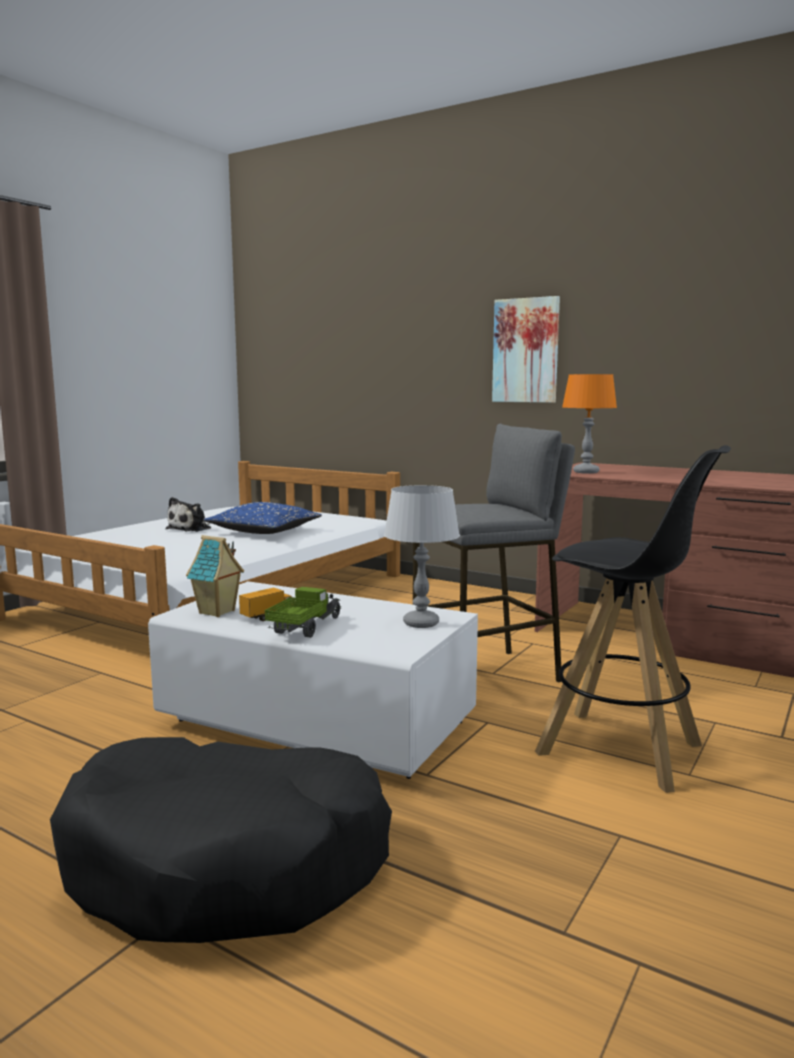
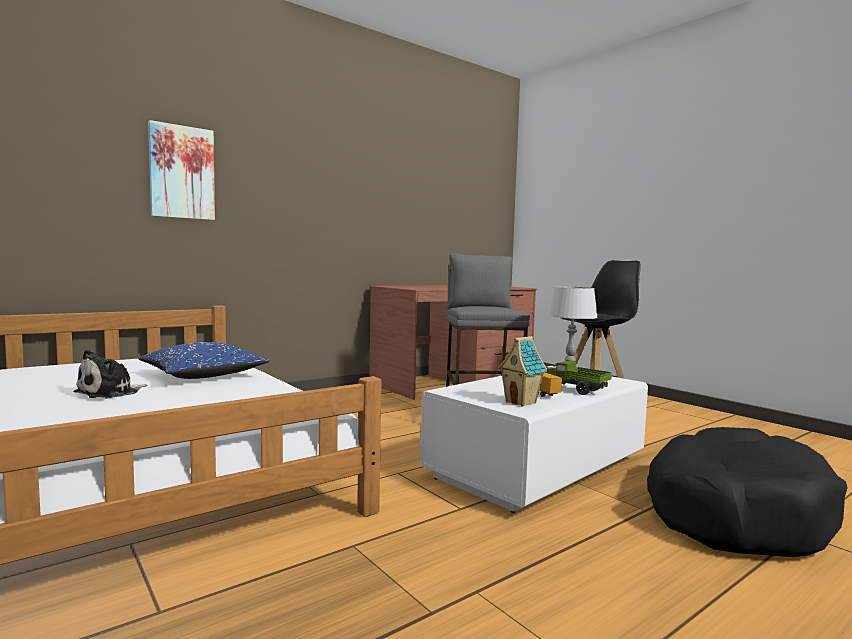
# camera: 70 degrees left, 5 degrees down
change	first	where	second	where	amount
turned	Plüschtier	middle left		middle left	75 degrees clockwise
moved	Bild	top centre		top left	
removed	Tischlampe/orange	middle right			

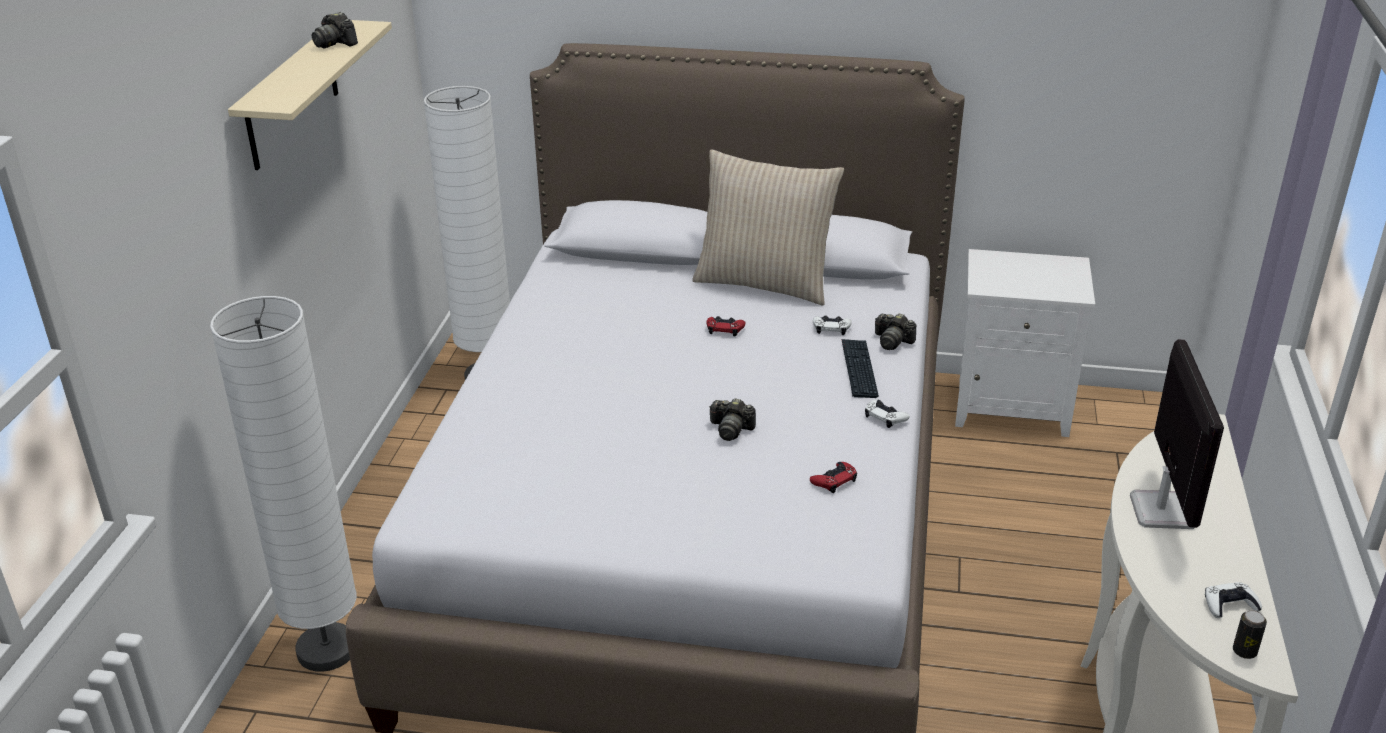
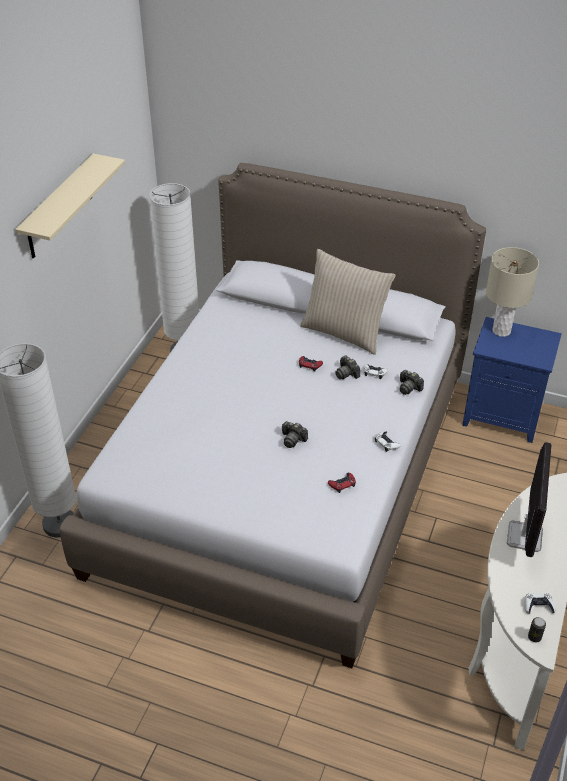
# camera: 10 degrees right, 10 degrees up
change	first	where	second	where	amount
moved	Kamera (1st from left in the first image)	top left	Kamera (2nd from left)	centre	
removed	Tastatur	centre			
recoloured	Nachttisch/weiß	middle right	Nachttisch/blau	middle right	
added			Tischlampe/beige	middle right	

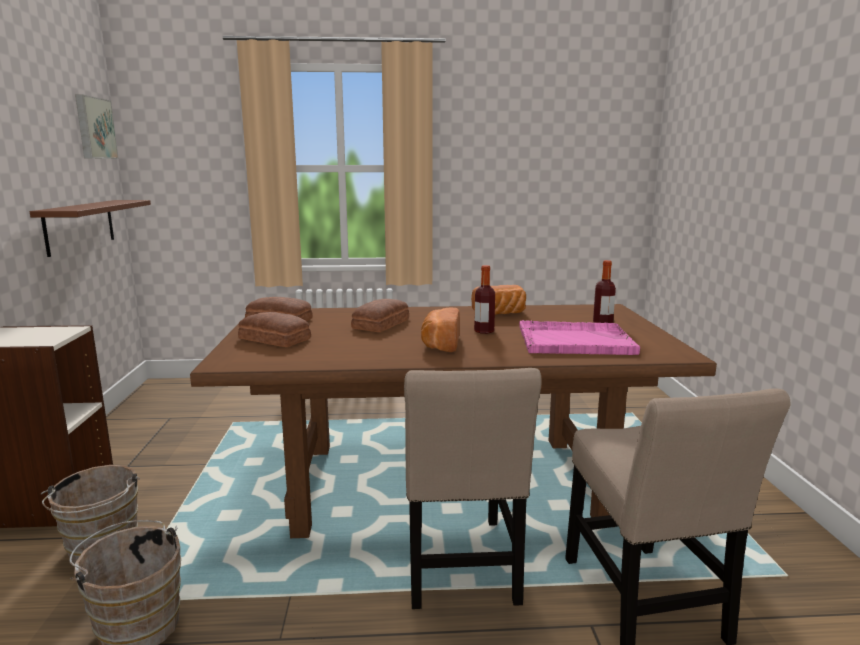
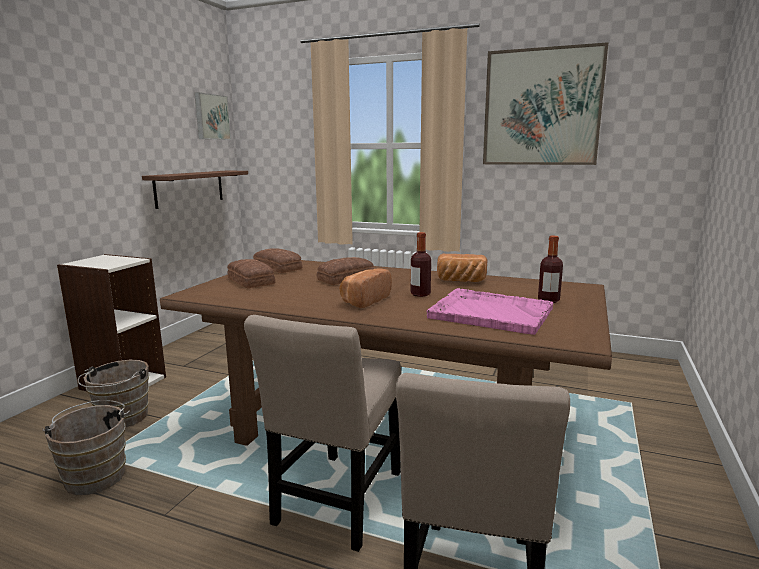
# camera: 25 degrees right, 0 degrees up
change	first	where	second	where	amount
added			Bild (2nd from left)	top right	

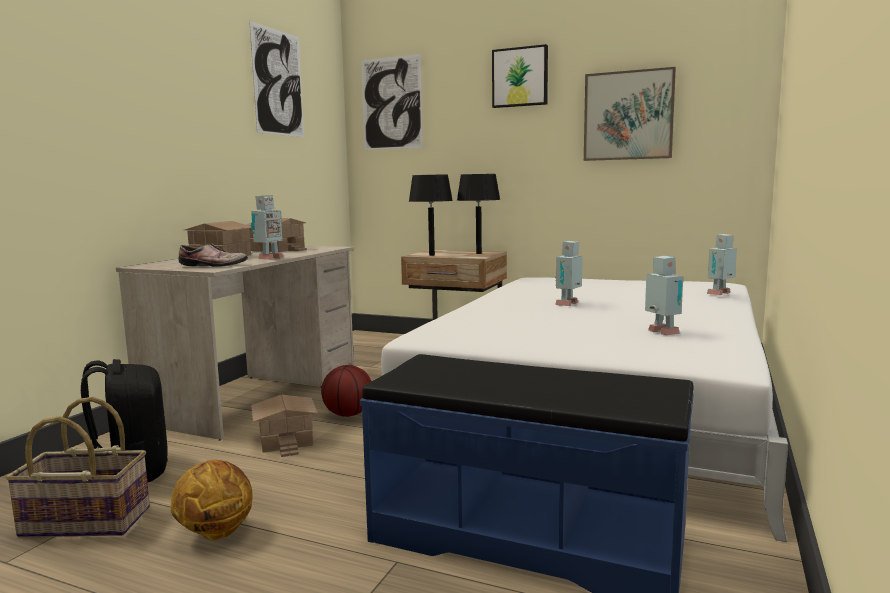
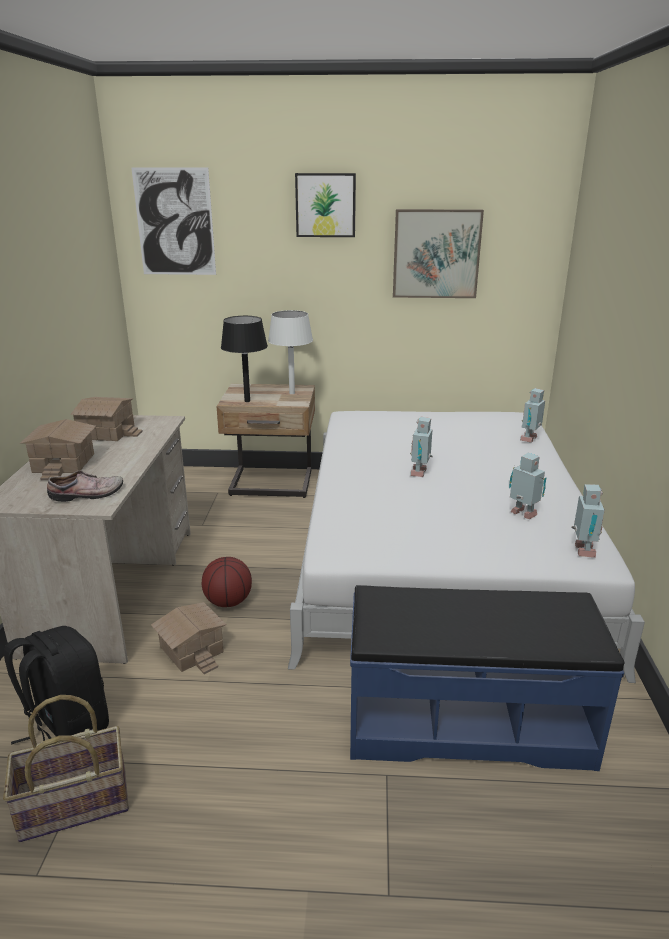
# camera: 20 degrees left, 15 degrees up
change	first	where	second	where	amount
removed	Basketball (1st from left)	bottom left			
removed	Bild (1st from left)	top left			
moved	Spielzeugroboter (1st from left in the first image)	middle left	Spielzeugroboter (4th from left)	middle right	
recoloured	Tischlampe/schwarz (2nd from left)	centre	Tischlampe/weiß	centre	

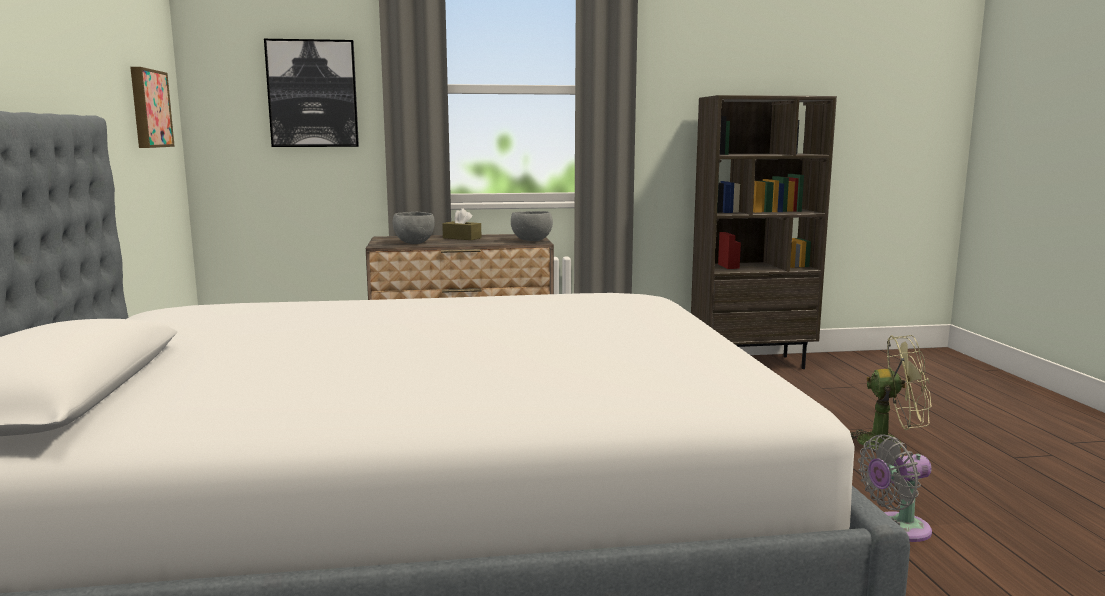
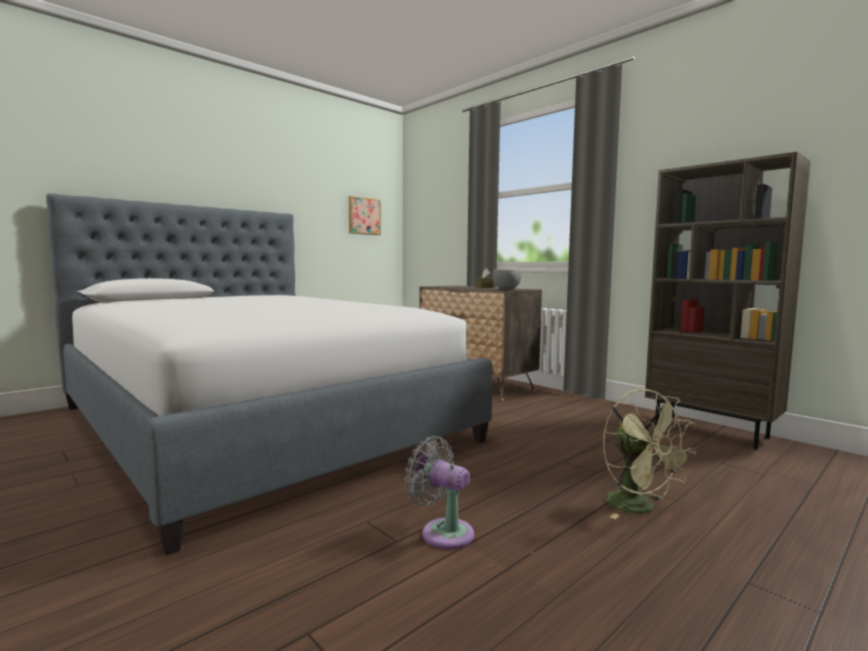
# camera: 55 degrees right, 5 degrees down
change	first	where	second	where	amount
removed	Bild (2nd from left)	top left			
removed	Schüssel/grau (1st from left)	centre			

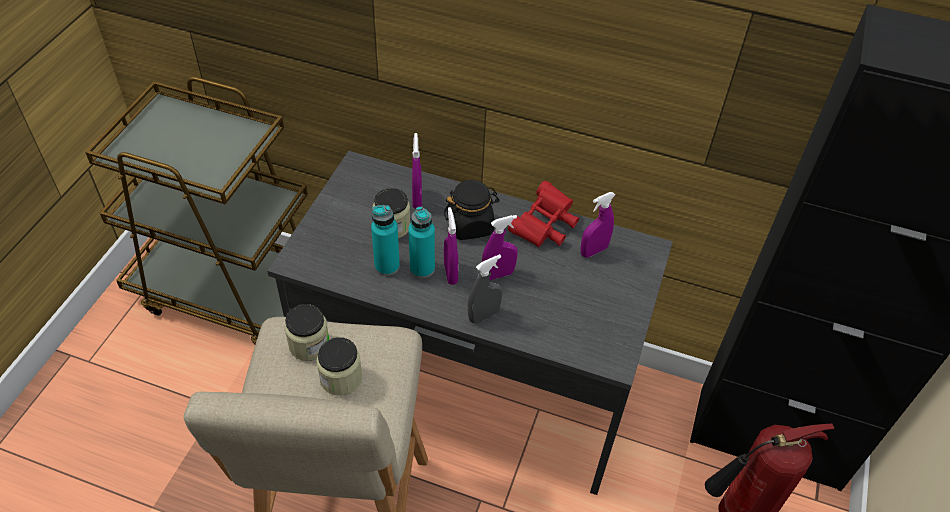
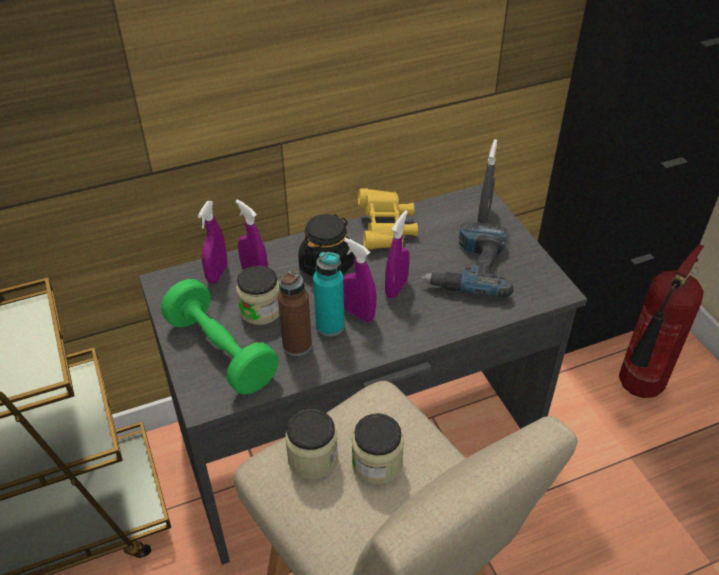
# camera: 40 degrees left, 5 degrees down
change	first	where	second	where	amount
recoloured	Flasche/türkis (1st from left)	centre	Flasche/braun	centre	
moved	Sprühflasche/grau	centre		top right	
recoloured	Fernglas/rot	centre	Fernglas/gelb	centre	
moved	Sprühflasche/lila (4th from left in the first image)	centre	Sprühflasche/lila (1st from left)	middle left	
added			Hantel/grün	middle left	
added			Bohrmaschine	centre	

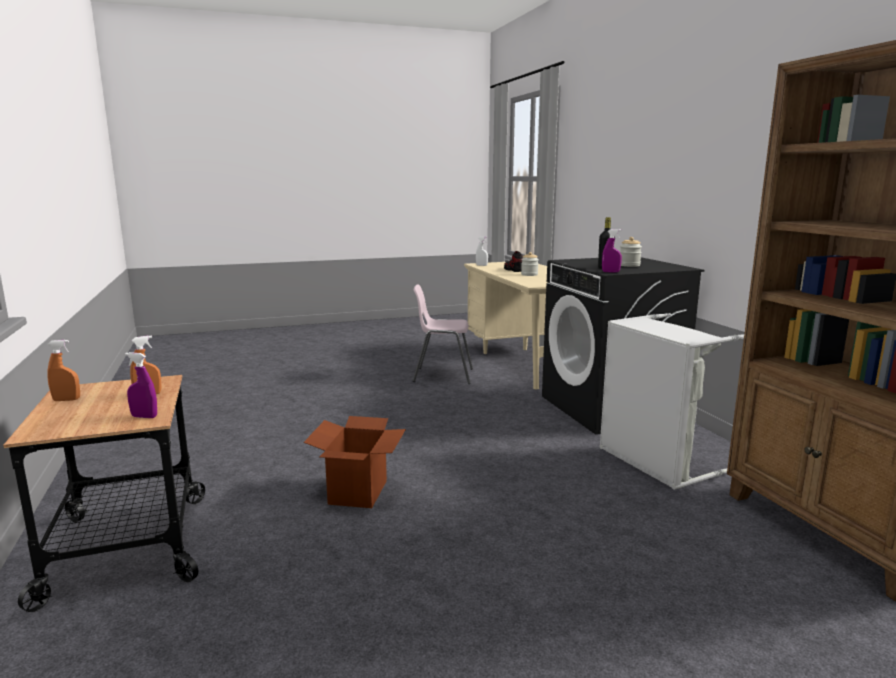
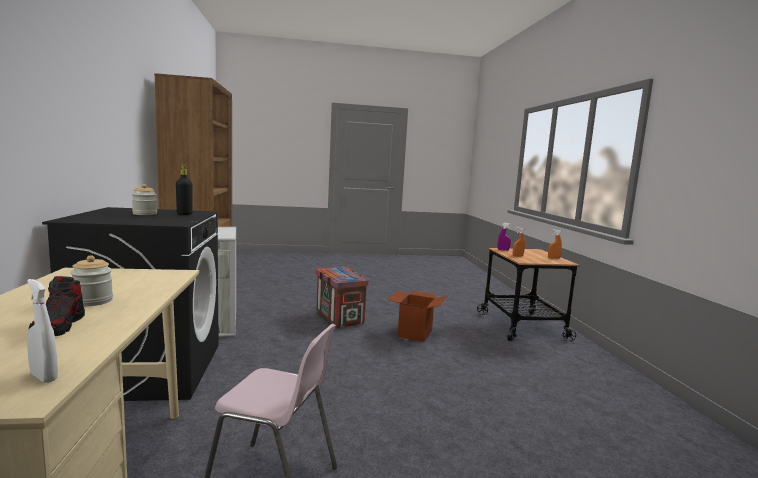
# camera: 170 degrees left, 5 degrees down
change	first	where	second	where	amount
removed	Sprühflasche/lila (2nd from left)	middle right			
added			Kiste	centre	

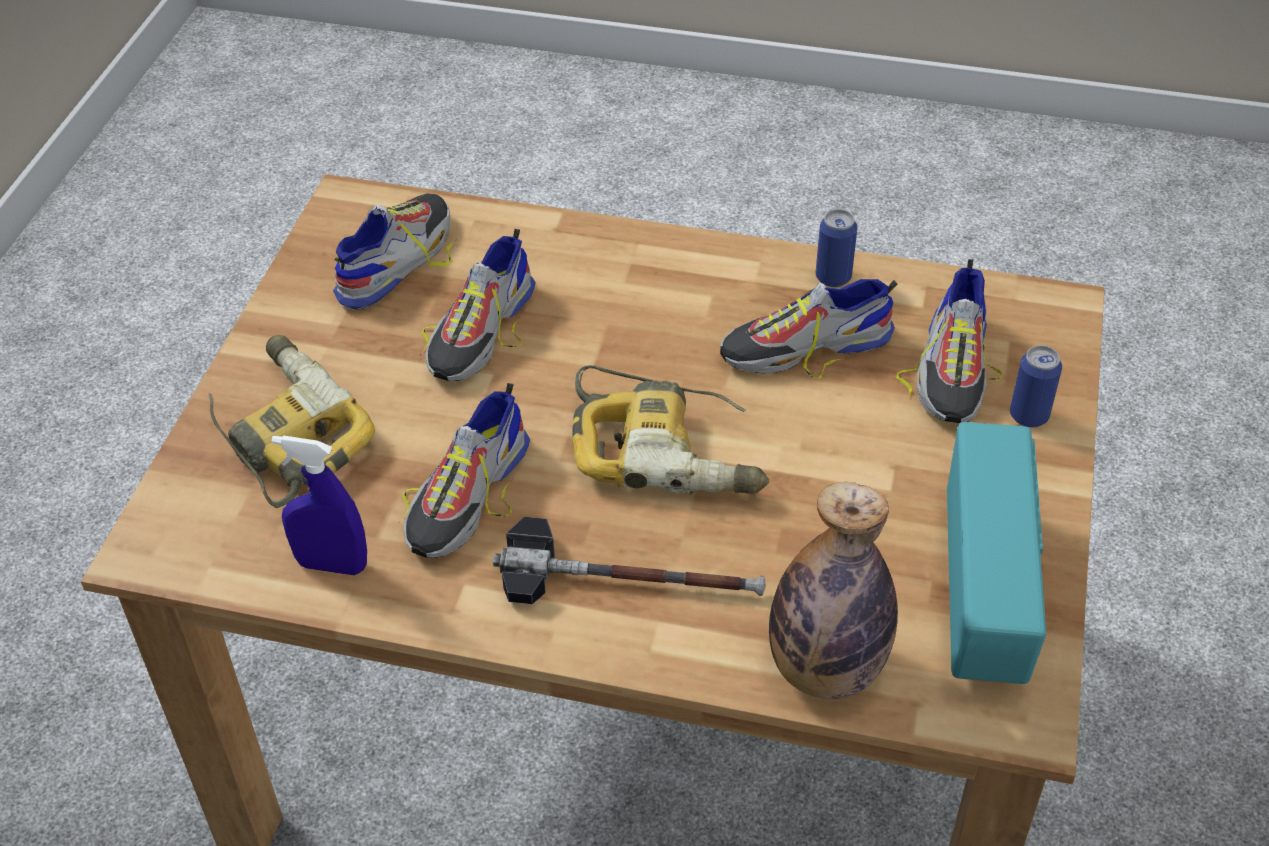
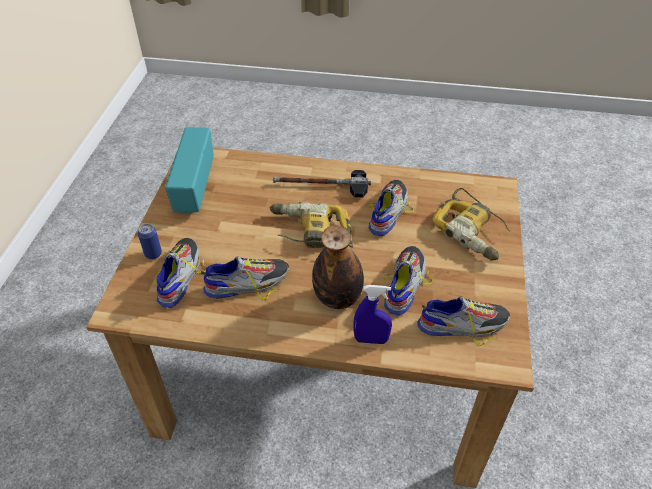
# camera: 175 degrees right, 0 degrees up
change	first	where	second	where	amount
moved	Sprühflasche/blau	middle left		centre	
turned	Schuh (1st from left in the first image)	top left	Schuh (5th from left)	middle right	120 degrees counterclockwise
moved	Flasche	bottom centre		centre	
removed	Dose (1st from left)	top centre			

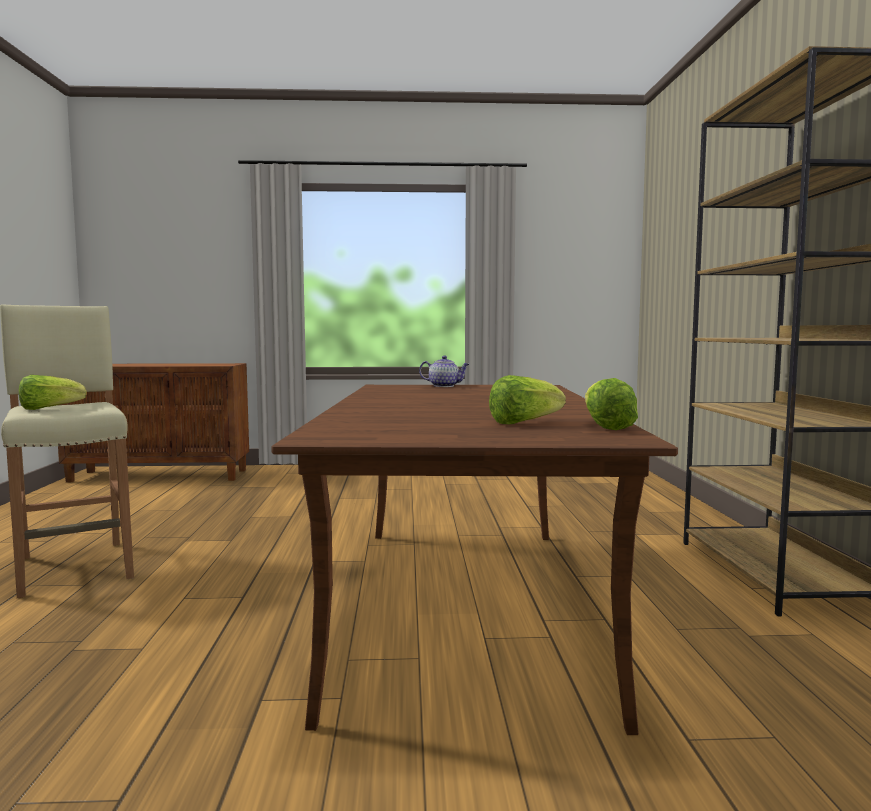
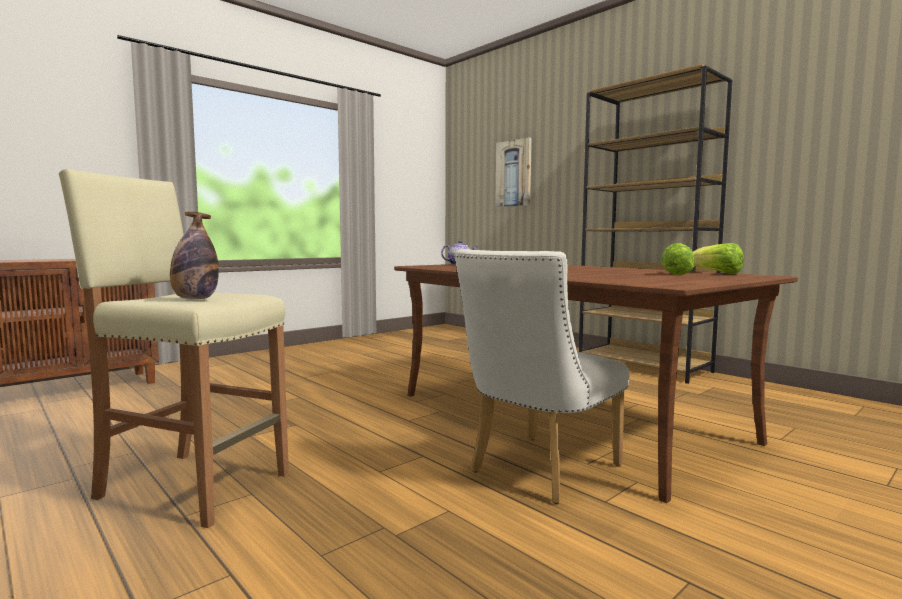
# camera: 40 degrees left, 0 degrees up
change	first	where	second	where	amount
replaced	Salatkopf (1st from left)	middle left	Flasche	middle left	
added			Stuhl/weiß	centre	
added			Bild	top centre	

